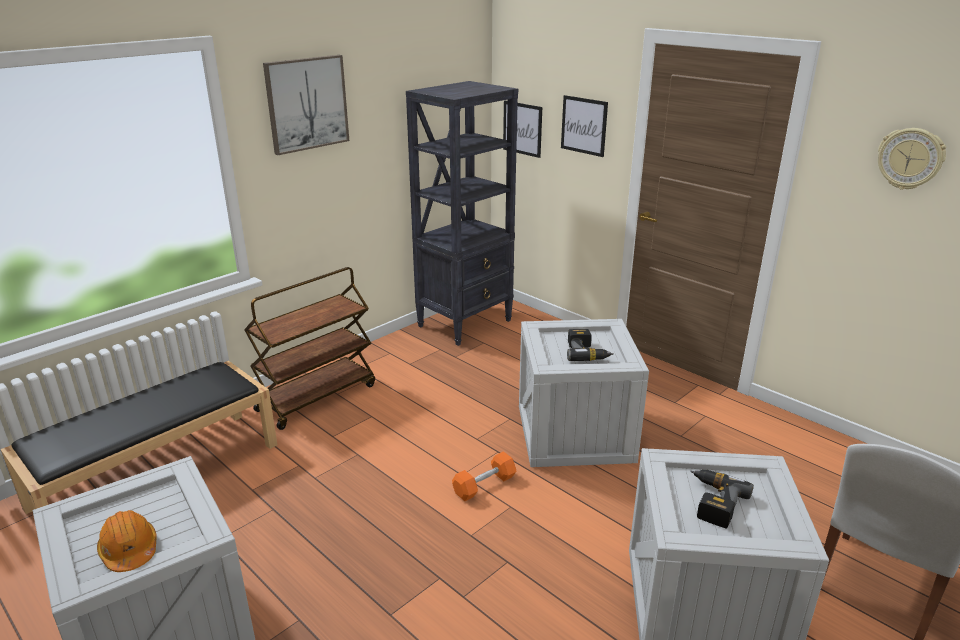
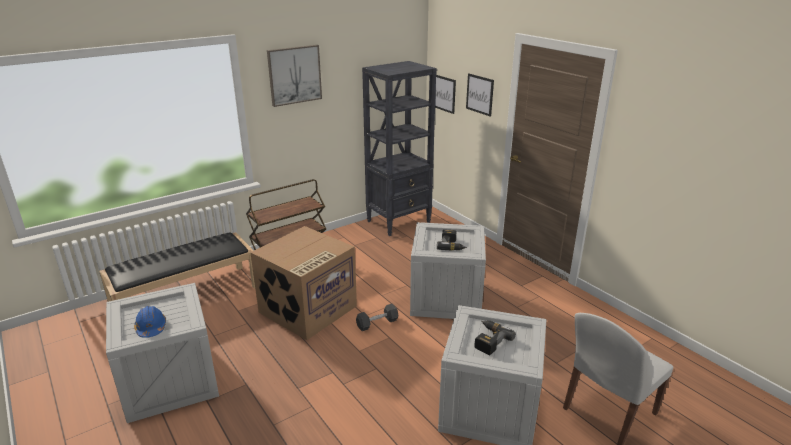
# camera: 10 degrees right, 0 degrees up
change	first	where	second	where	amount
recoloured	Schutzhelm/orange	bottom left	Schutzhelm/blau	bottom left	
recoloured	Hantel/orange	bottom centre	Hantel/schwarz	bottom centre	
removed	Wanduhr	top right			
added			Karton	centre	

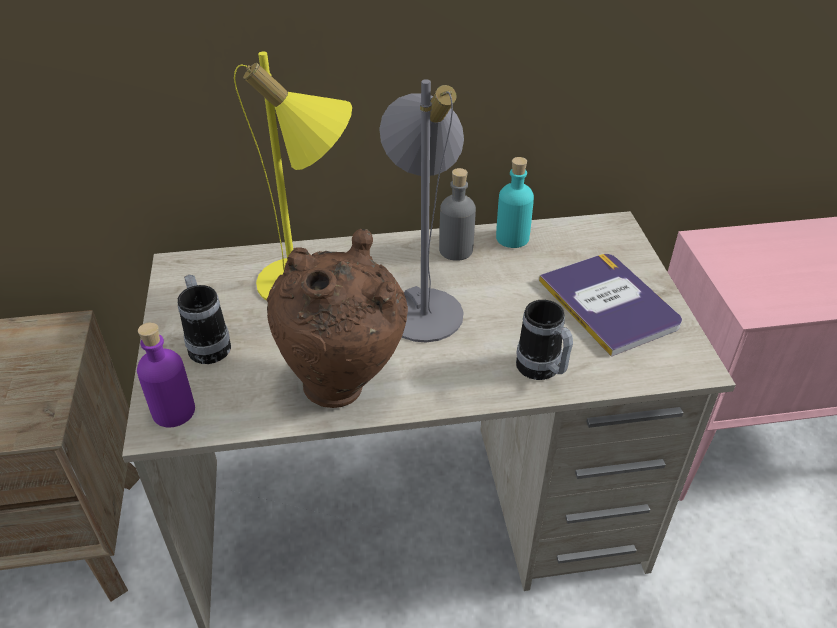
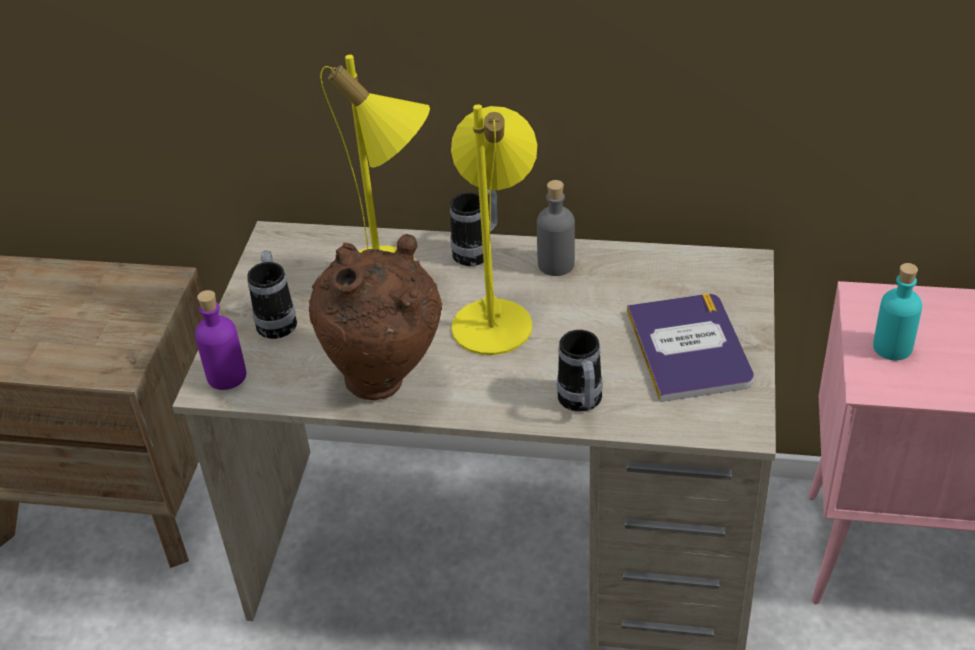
# camera: 20 degrees right, 0 degrees up
change	first	where	second	where	amount
recoloured	Tischlampe/grau	centre	Tischlampe/gelb (2nd from left)	centre	
moved	Flasche/türkis	top centre		middle right	
added			Henkelbecher (2nd from left)	centre	

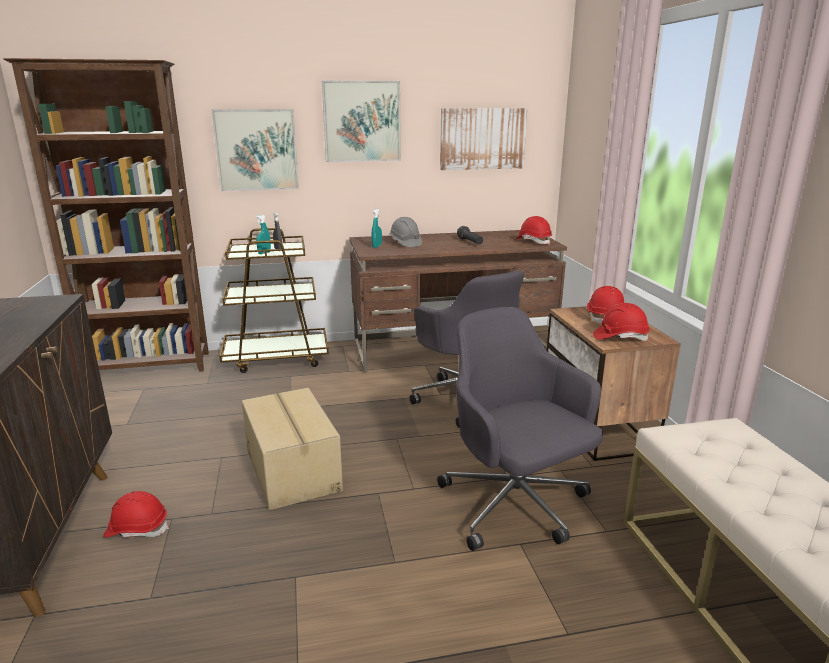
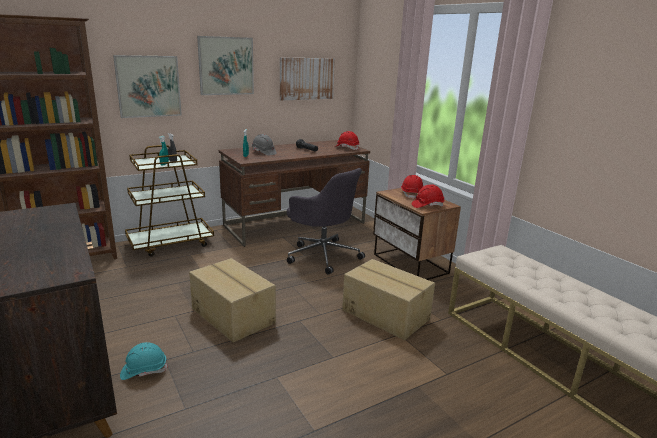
# camera: 20 degrees left, 0 degrees up
change	first	where	second	where	amount
recoloured	Schutzhelm/rot (1st from left)	bottom left	Schutzhelm/türkis	bottom left	
replaced	Bürostuhl/grau (2nd from left)	centre	Karton (2nd from left)	bottom centre	

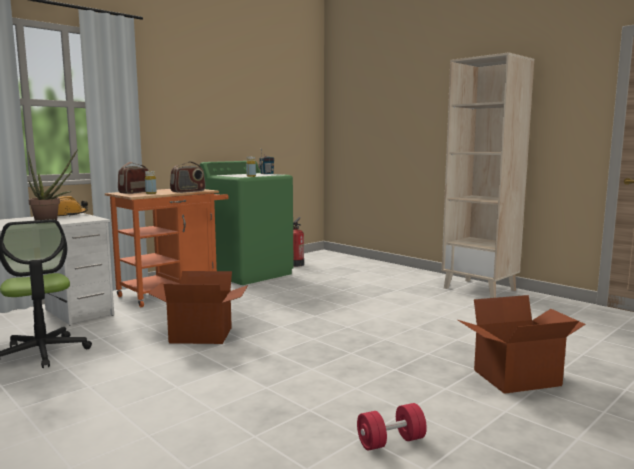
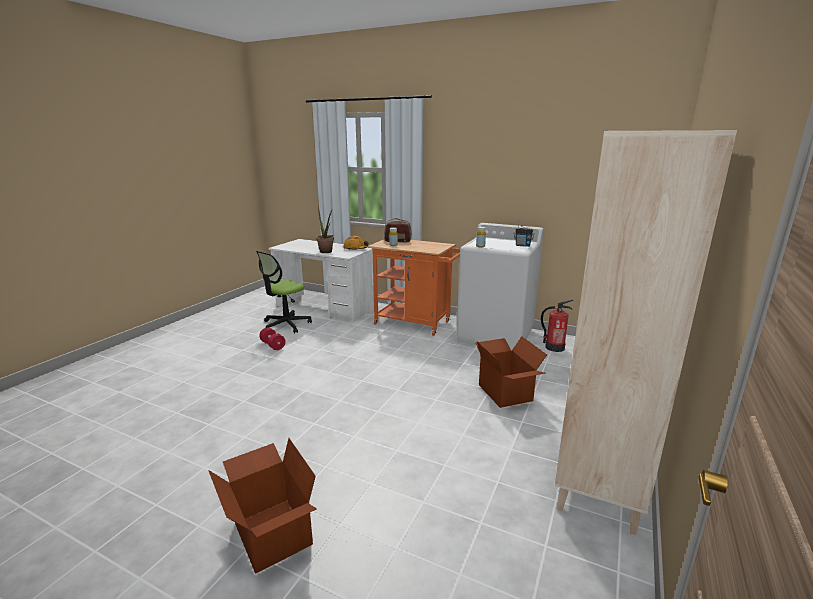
# camera: 70 degrees right, 10 degrees up
change	first	where	second	where	amount
moved	Karton (1st from left in the first image)	middle left	Karton (2nd from left)	centre	
removed	Radio (2nd from left)	middle left			
recoloured	Waschmaschine/grün	centre	Waschmaschine/weiß	centre	
moved	Hantel/rot	bottom centre		centre	

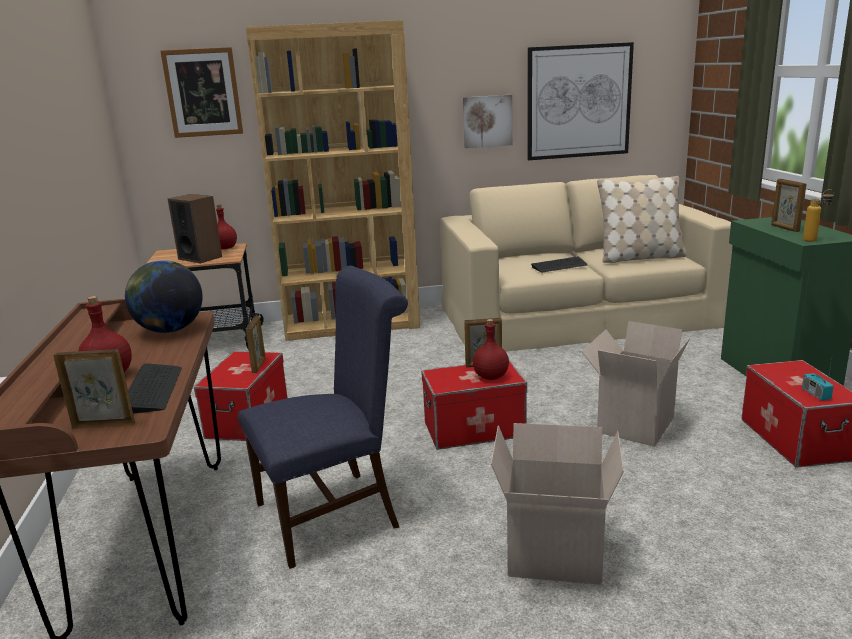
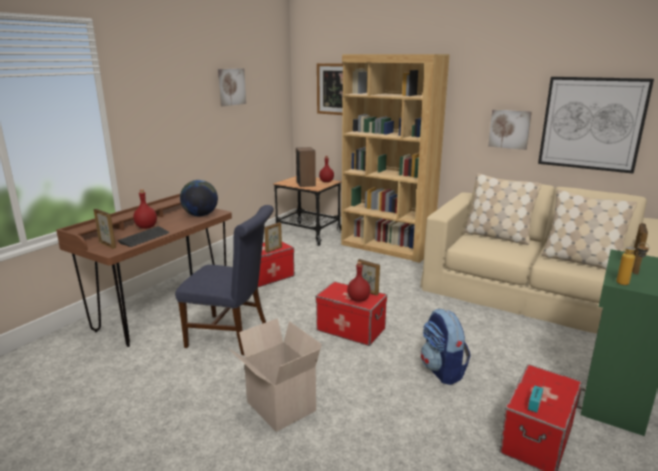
# camera: 40 degrees right, 0 degrees up
change	first	where	second	where	amount
removed	Tastatur (2nd from left)	centre			
replaced	Karton (2nd from left)	middle right	Rucksack	bottom right	
added			Bild (1st from left)	top centre	
added			Kissen/beige (1st from left)	middle right	

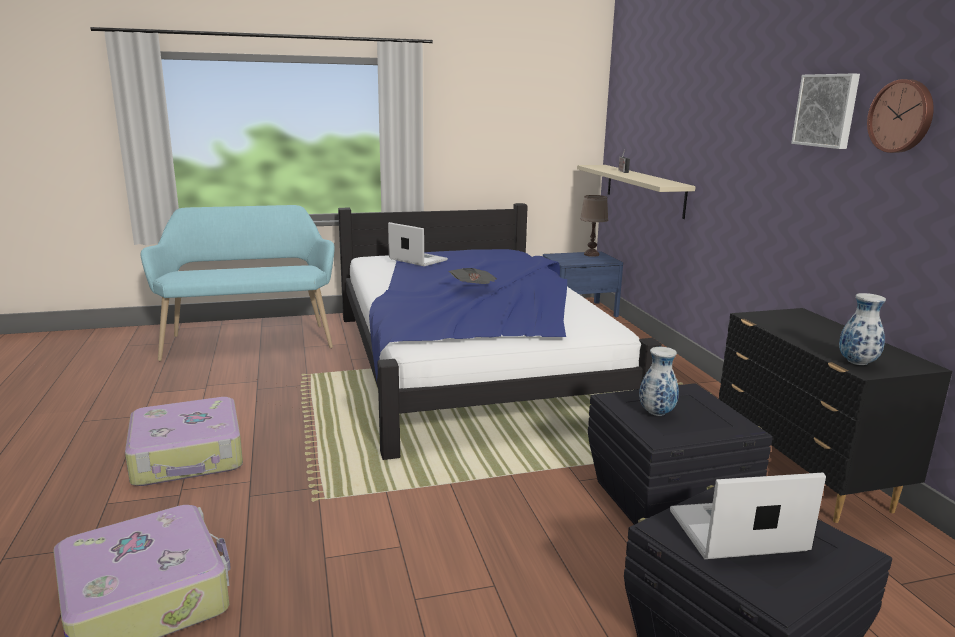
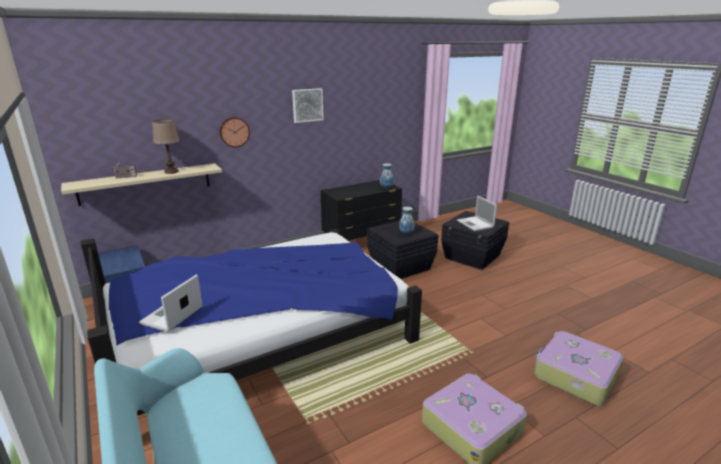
# camera: 105 degrees left, 5 degrees up
change	first	where	second	where	amount
removed	Zeitung	centre			
moved	Tischlampe/braun	centre		top left	
moved	Wanduhr	top right		top left	

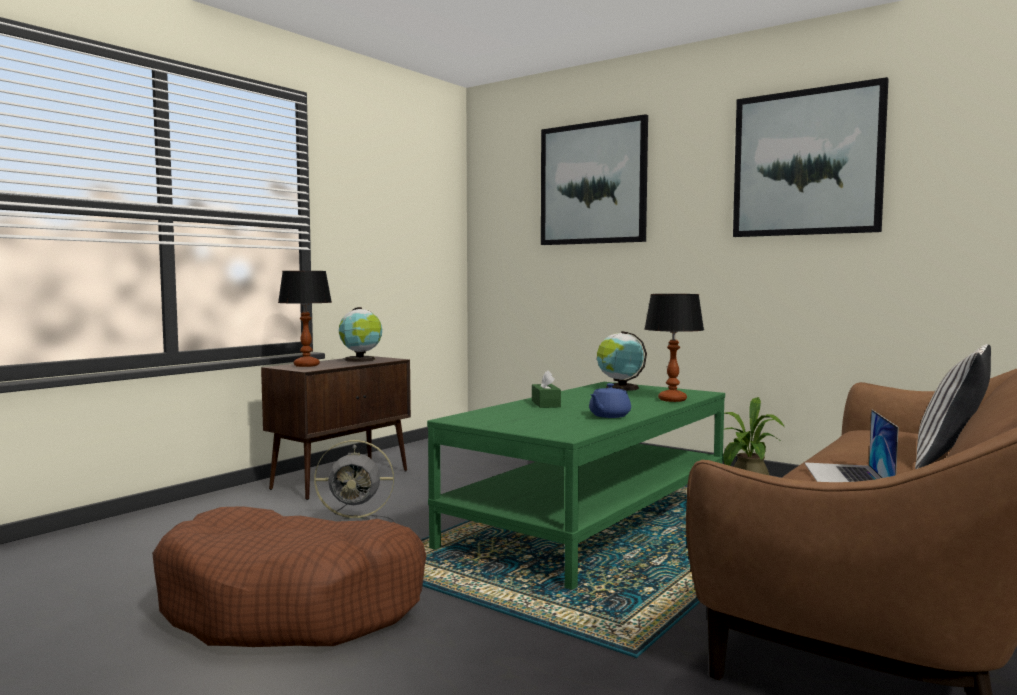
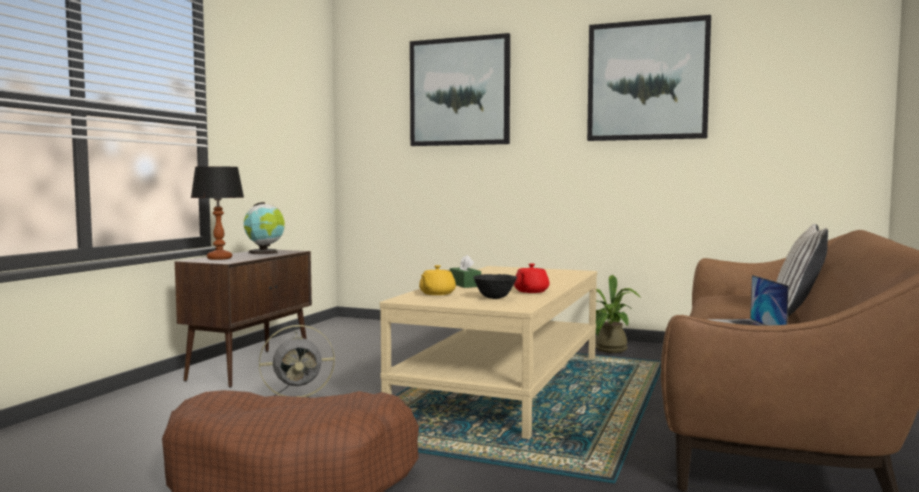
# camera: 15 degrees left, 0 degrees up
change	first	where	second	where	amount
recoloured	Couchtisch/grün	bottom centre	Couchtisch/beige	bottom centre	
recoloured	Teekanne/blau	centre	Teekanne/rot	centre	
removed	Globus (2nd from left)	centre			
removed	Tischlampe (2nd from left)	centre			
added			Teekanne/gelb	centre	
added			Schüssel/schwarz	centre	

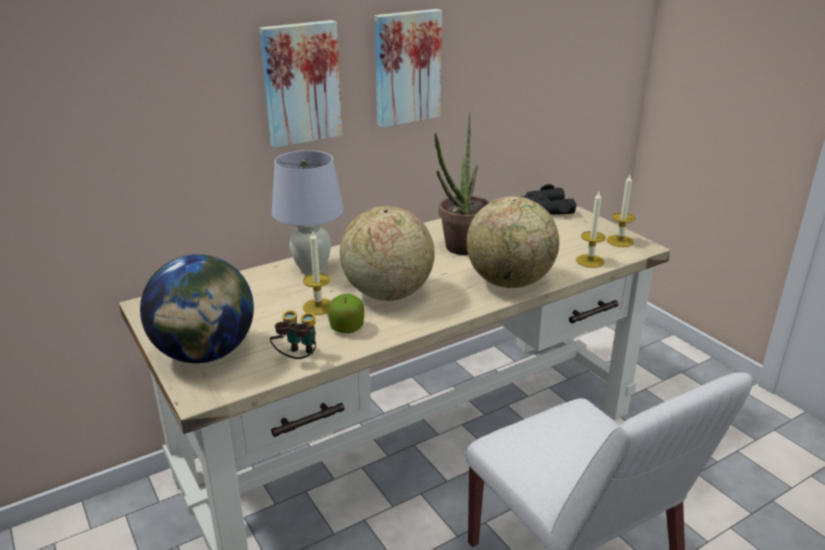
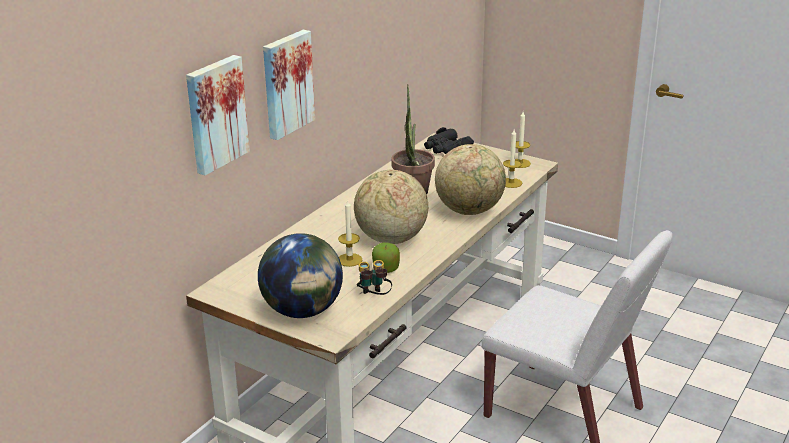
# camera: 25 degrees left, 0 degrees up
change	first	where	second	where	amount
removed	Tischlampe/weiß	centre			
moved	Bild (2nd from left in the first image)	top centre	Bild (1st from left)	top left	

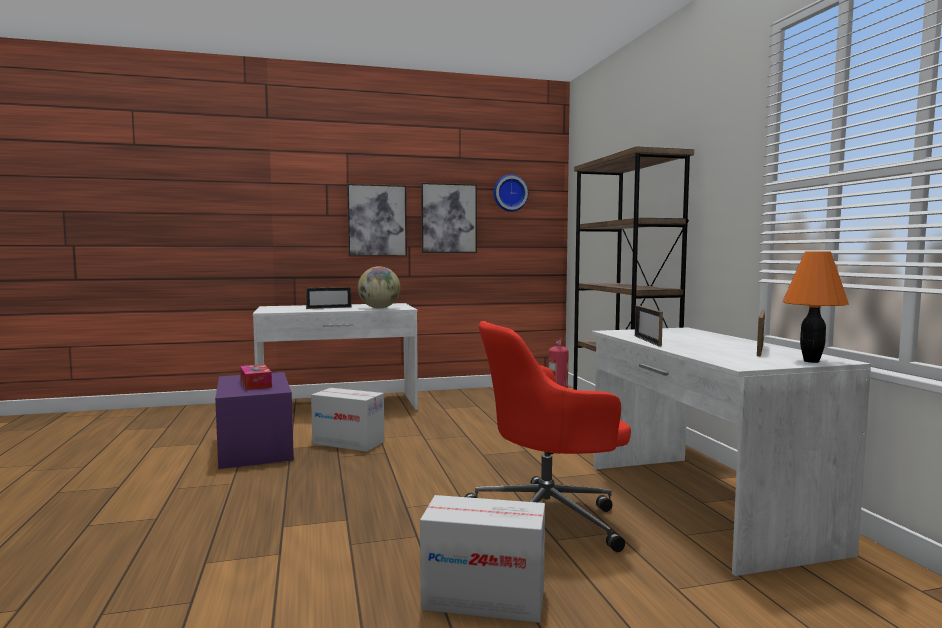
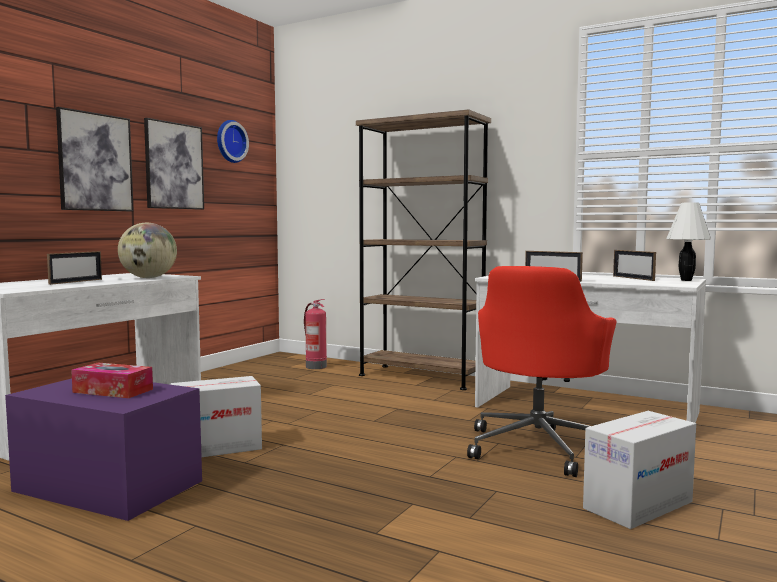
# camera: 45 degrees left, 0 degrees up
change	first	where	second	where	amount
recoloured	Tischlampe/orange	middle right	Tischlampe/weiß	middle right	

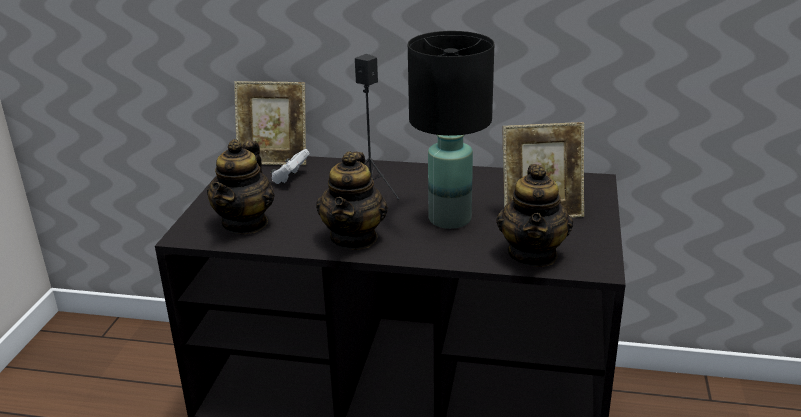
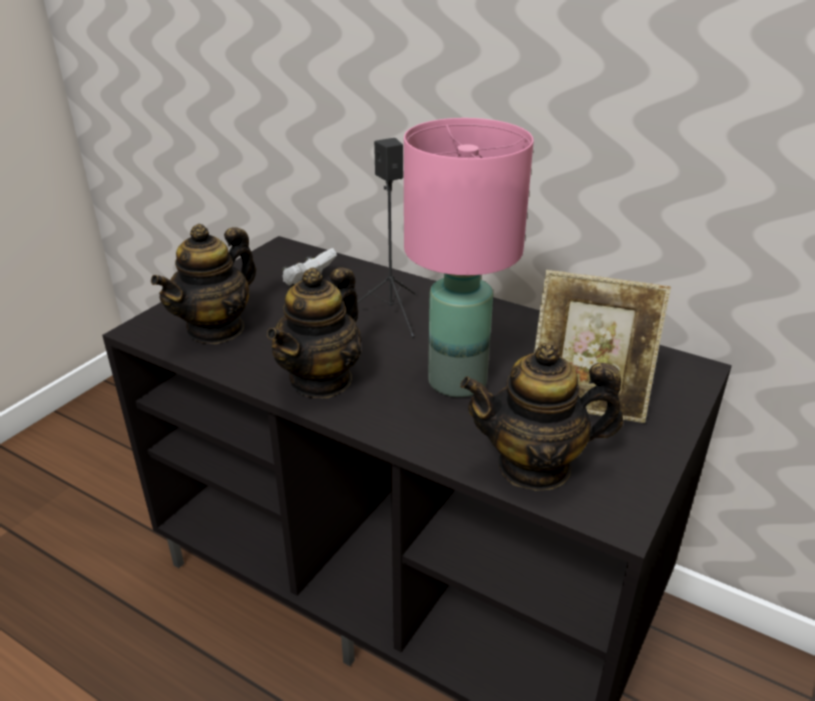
# camera: 20 degrees right, 5 degrees up
change	first	where	second	where	amount
removed	Bilderrahmen (1st from left)	top centre			
recoloured	Tischlampe/schwarz	top centre	Tischlampe/rosa	centre	
turned	Teekanne (3rd from left)	middle right		centre	60 degrees clockwise

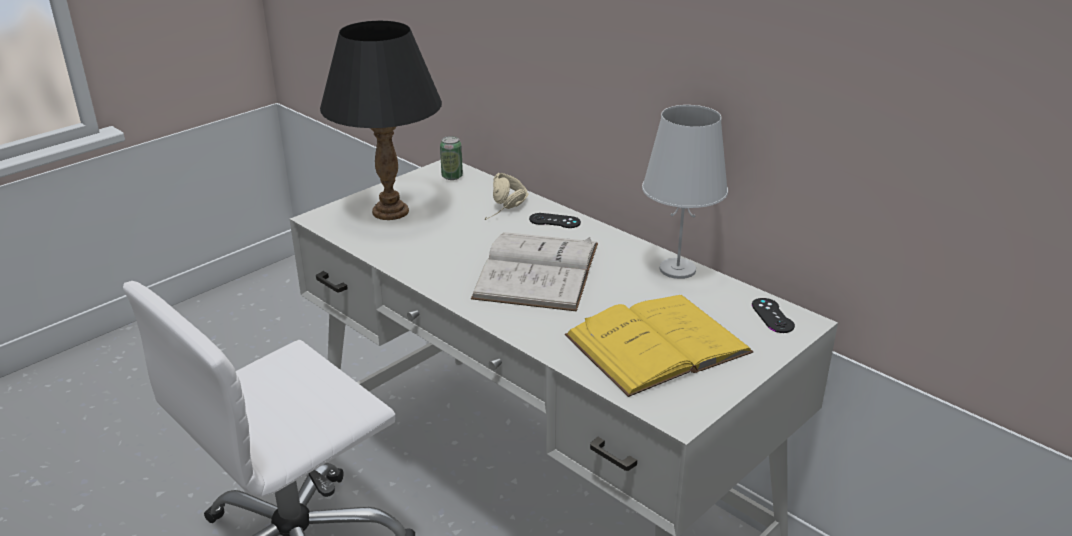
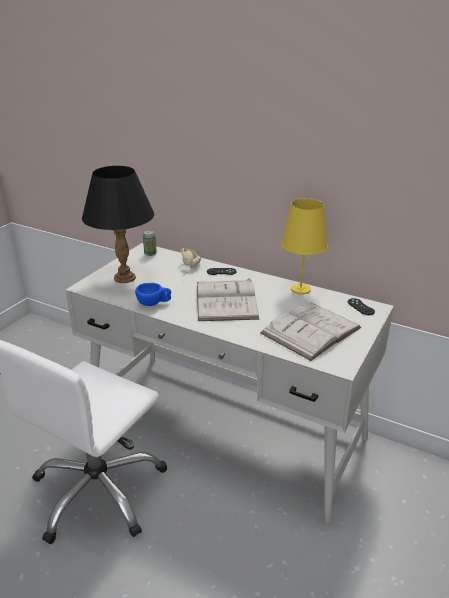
# camera: 15 degrees left, 0 degrees up
change	first	where	second	where	amount
recoloured	Buch/gelb	centre	Buch/weiß (2nd from left)	middle right	
recoloured	Tischlampe/weiß	centre	Tischlampe/gelb	middle right	
added			Tasse/blau	centre	

